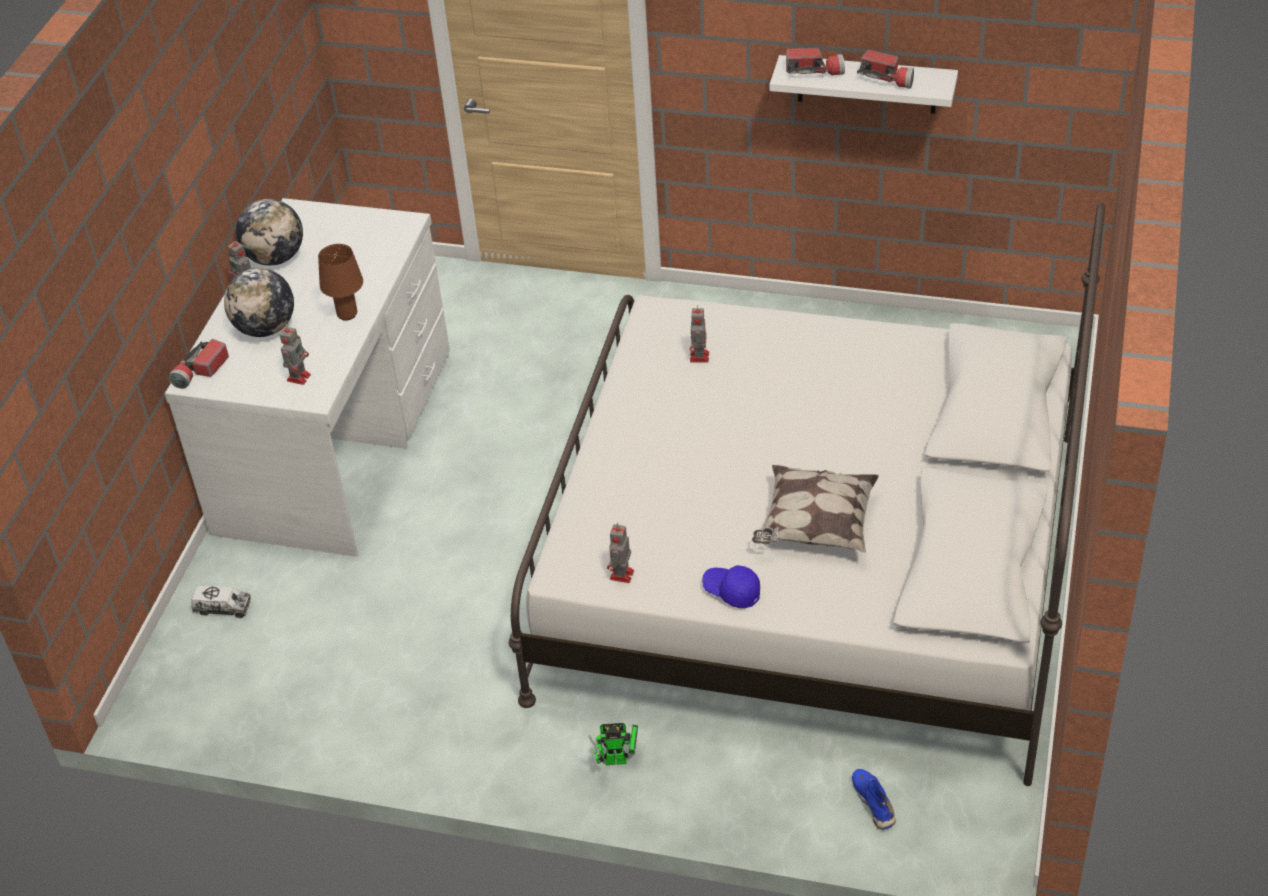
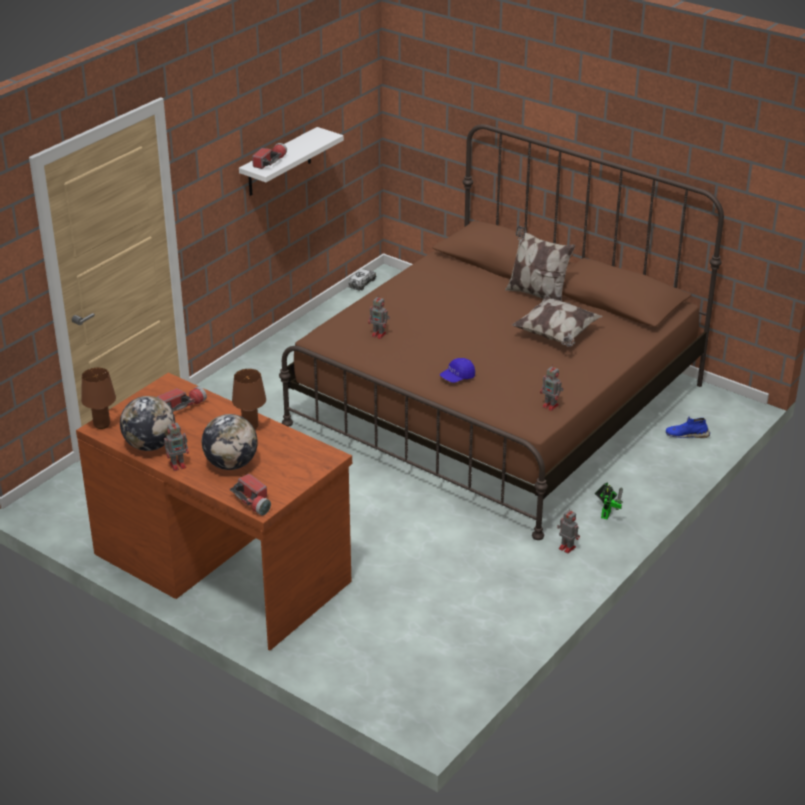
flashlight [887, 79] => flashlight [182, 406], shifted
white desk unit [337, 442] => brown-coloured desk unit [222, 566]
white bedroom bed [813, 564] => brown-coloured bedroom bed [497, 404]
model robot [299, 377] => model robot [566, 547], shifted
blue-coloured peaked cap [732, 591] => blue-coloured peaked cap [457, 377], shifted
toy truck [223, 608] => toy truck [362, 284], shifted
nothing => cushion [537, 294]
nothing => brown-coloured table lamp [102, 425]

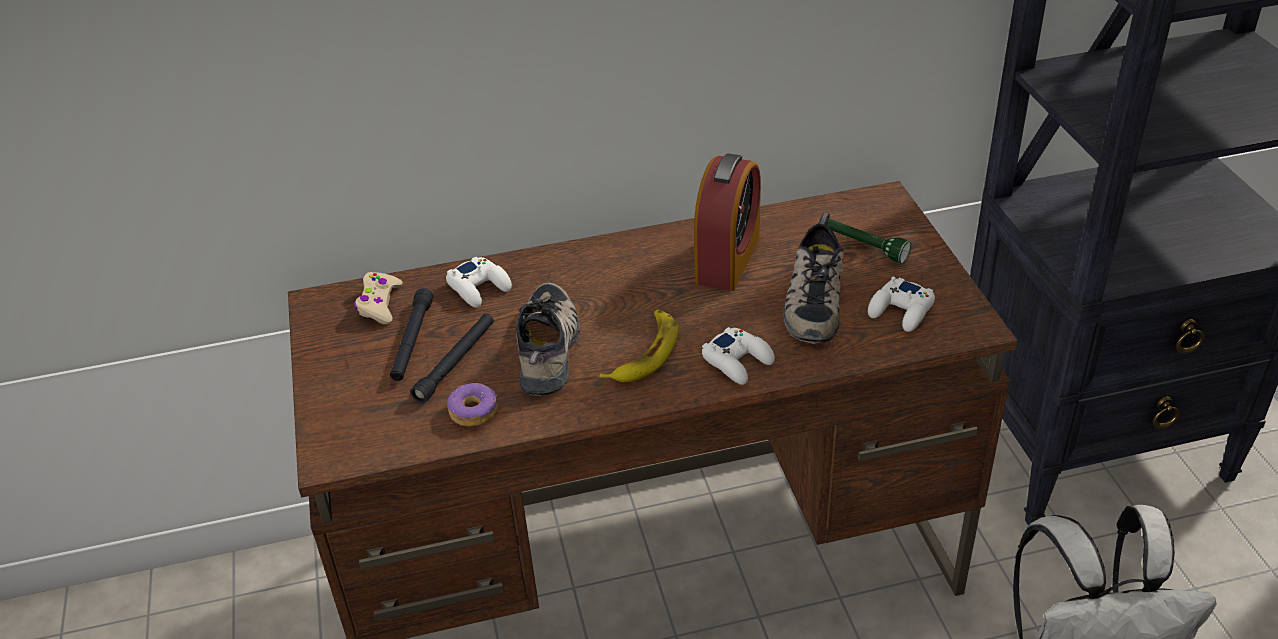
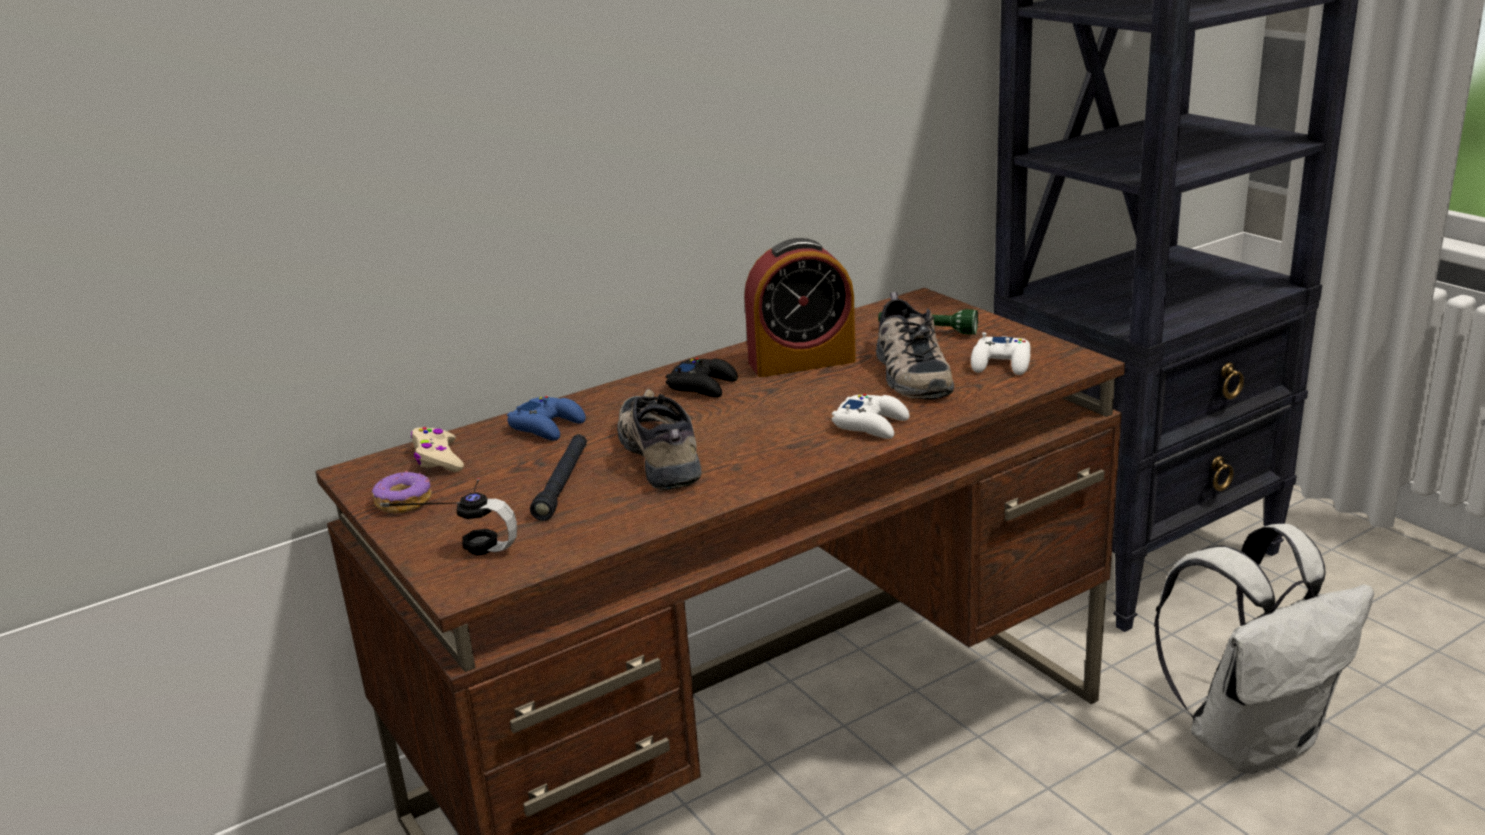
alarm clock [727, 259] => alarm clock [801, 361], 75 degrees clockwise
white game controller [479, 287] => blue-coloured game controller [548, 426]
black-coloured flashlight [412, 341] => nothing
banana [645, 352] => nothing
ring doughnut [473, 411] => ring doughnut [403, 502], shifted
nothing => black-coloured game controller [703, 386]
nothing => pair of headphones [464, 542]

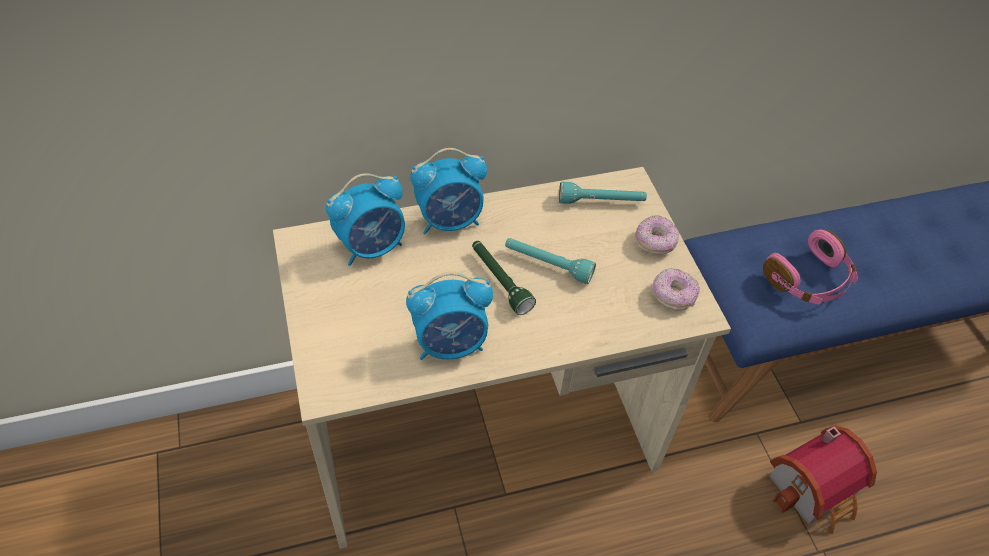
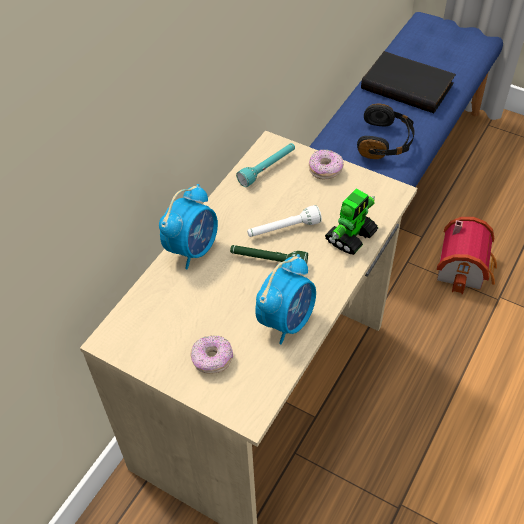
alarm clock [372, 247] => nothing
pink pair of headphones [809, 280] => black-coloured pair of headphones [385, 142]
turquoise flashlight [547, 265] => white flashlight [283, 229]
ring doughnut [673, 296] => ring doughnut [212, 359], shifted
nothing => black-coloured bound book [408, 85]
nothing => model robot [351, 236]

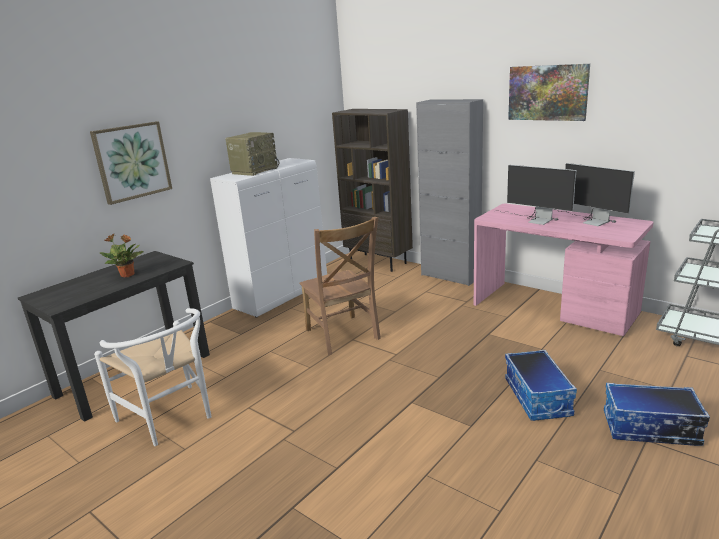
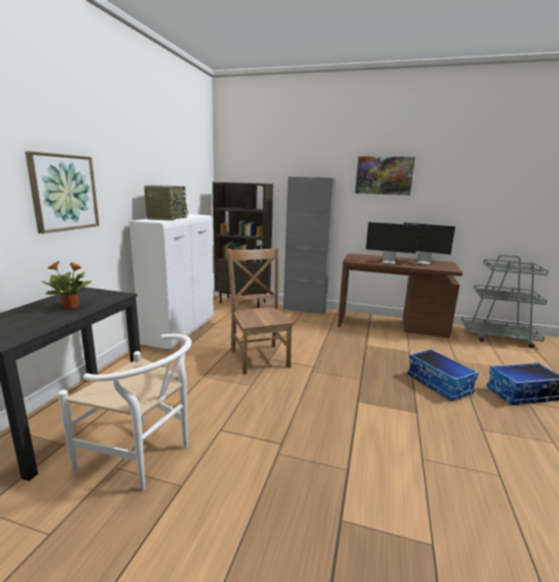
pink desk unit [554, 308] => brown-coloured desk unit [391, 325]
brown-coloured upright chair [343, 336] => brown-coloured upright chair [259, 357], 150 degrees counterclockwise

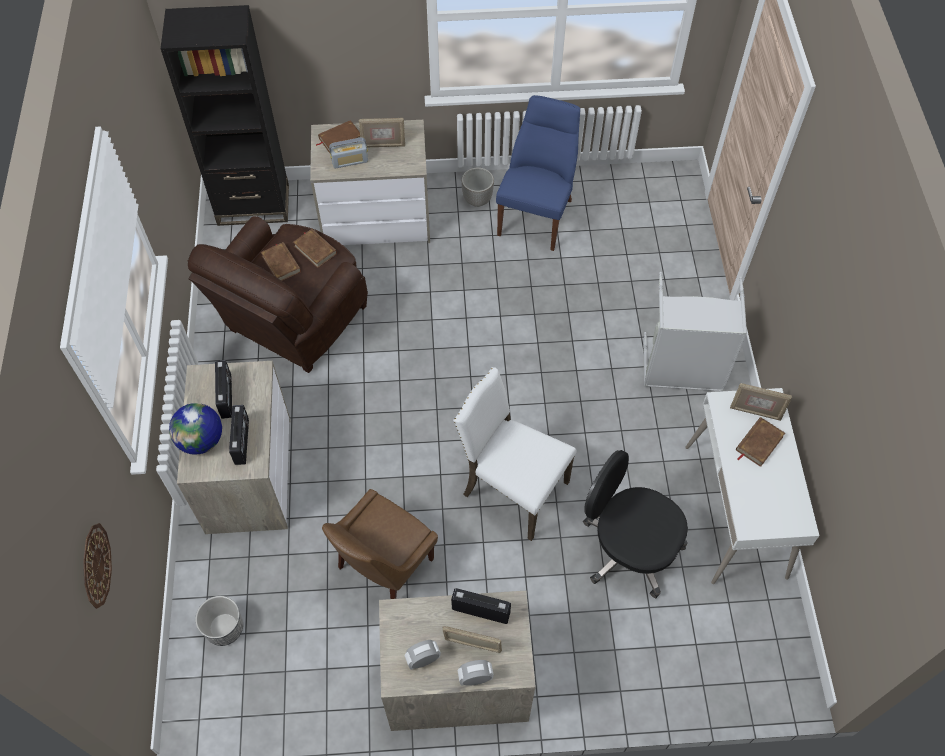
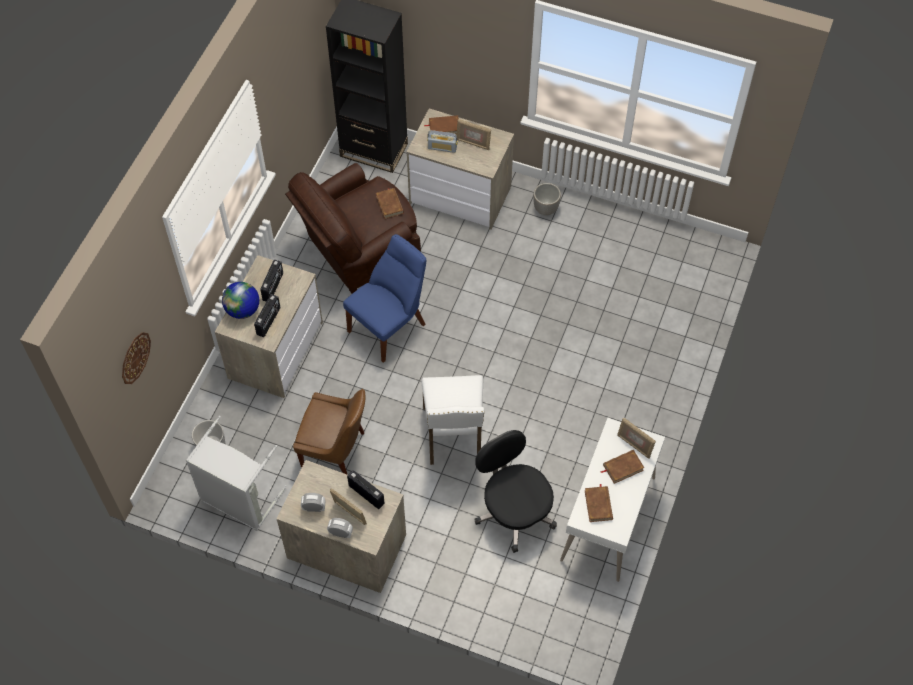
blue-coloured upright chair [537, 214] => blue-coloured upright chair [390, 326], shifted
brown-coloured bound book [281, 263] => brown-coloured bound book [598, 505], shifted
gray hamper [682, 371] => gray hamper [239, 501], shifted
white upright chair [512, 489] => white upright chair [454, 436], 150 degrees counterclockwise
brown-coloured upright chair [383, 566] => brown-coloured upright chair [336, 450], 135 degrees counterclockwise

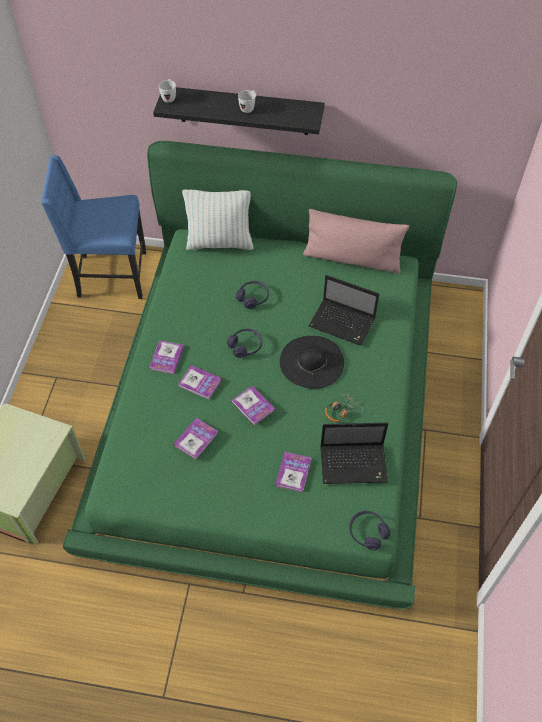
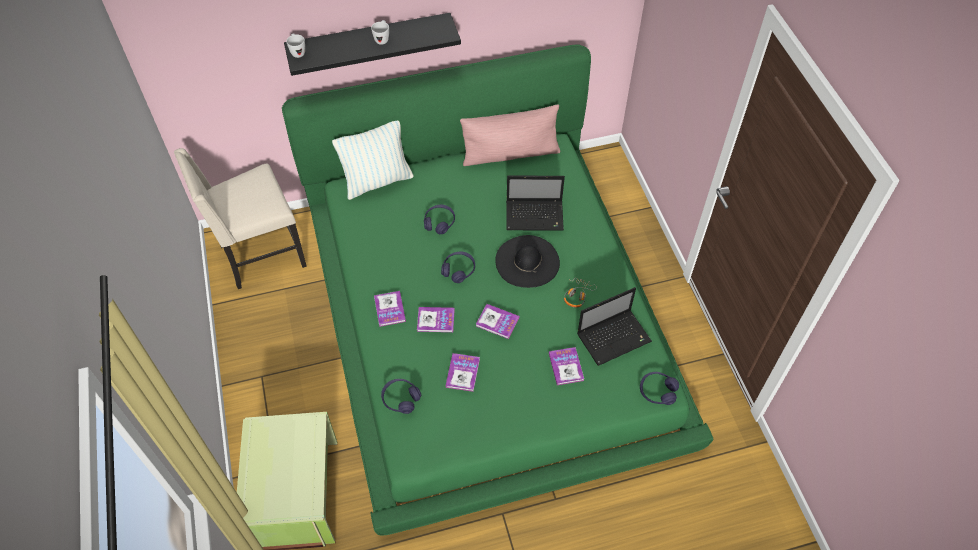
blue-coloured upright chair [110, 276] => beige-coloured upright chair [260, 255]
nothing => purple-coloured pair of headphones [401, 399]

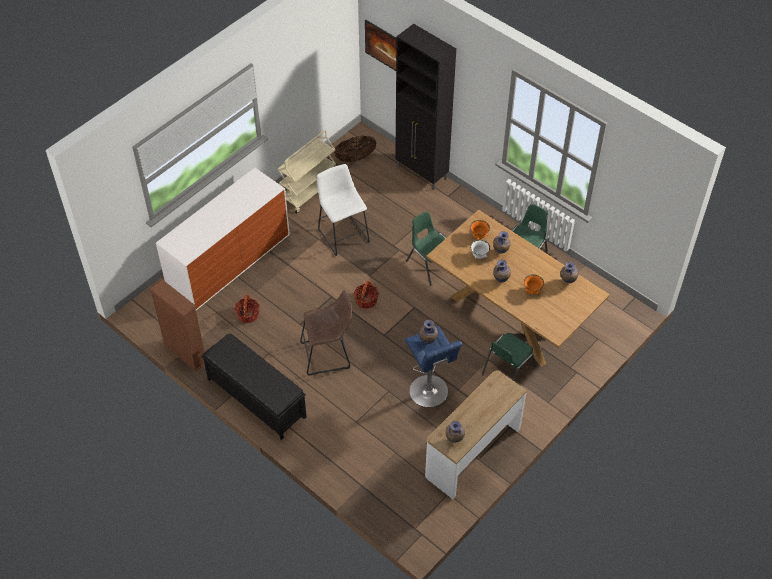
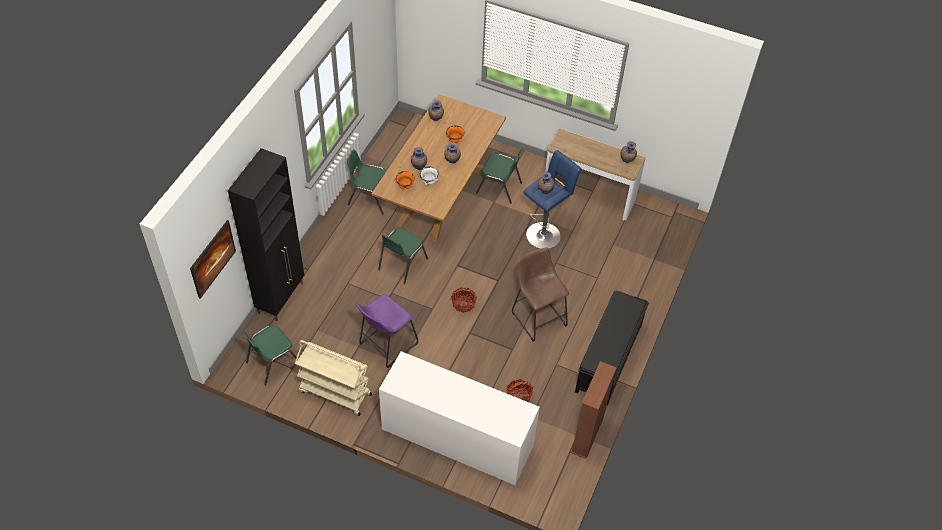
household basket [355, 158] => green upright chair [272, 362]
white stool seat [342, 233] => purple-coloured stool seat [386, 345]

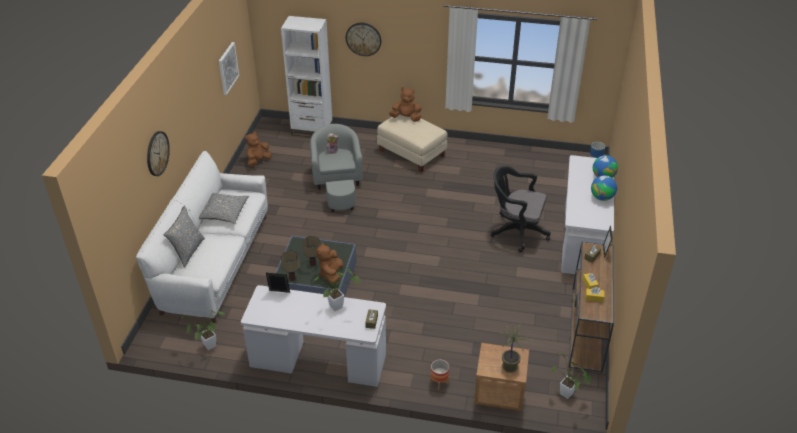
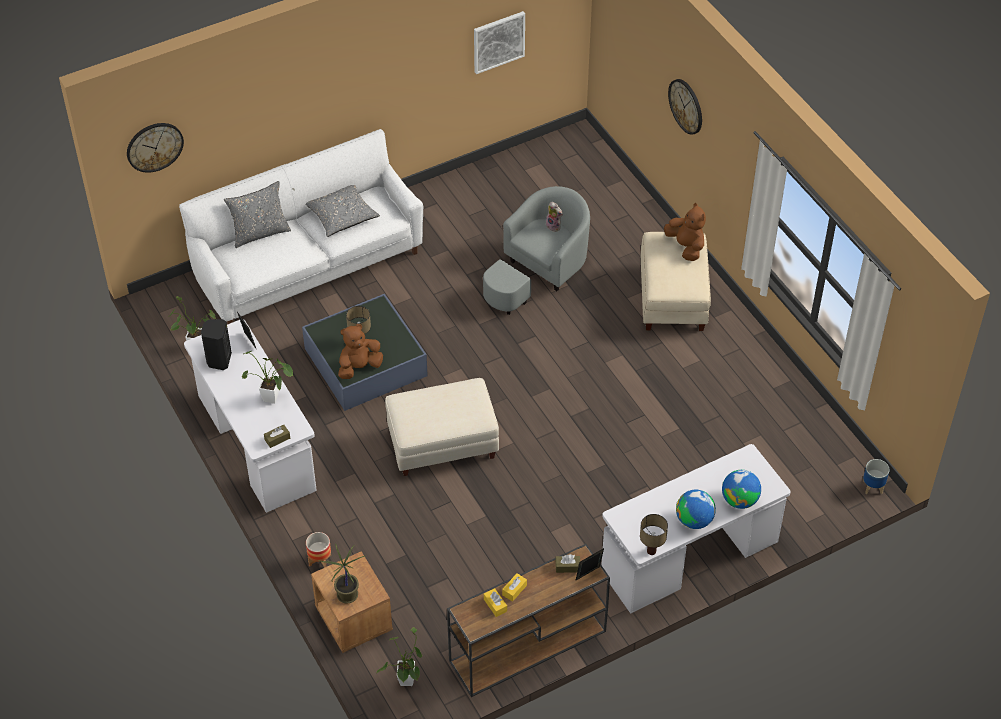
white shelving unit [312, 130] => nothing
wall clock [157, 153] => wall clock [154, 146], shifted
brown-coloured plush toy [258, 161] => nothing
black-coloured office chair [516, 232] => nothing
table lamp [292, 278] => table lamp [652, 551], shifted
nothing => black-coloured loudspeaker [218, 360]
nothing => beige-coloured pouffe [443, 445]

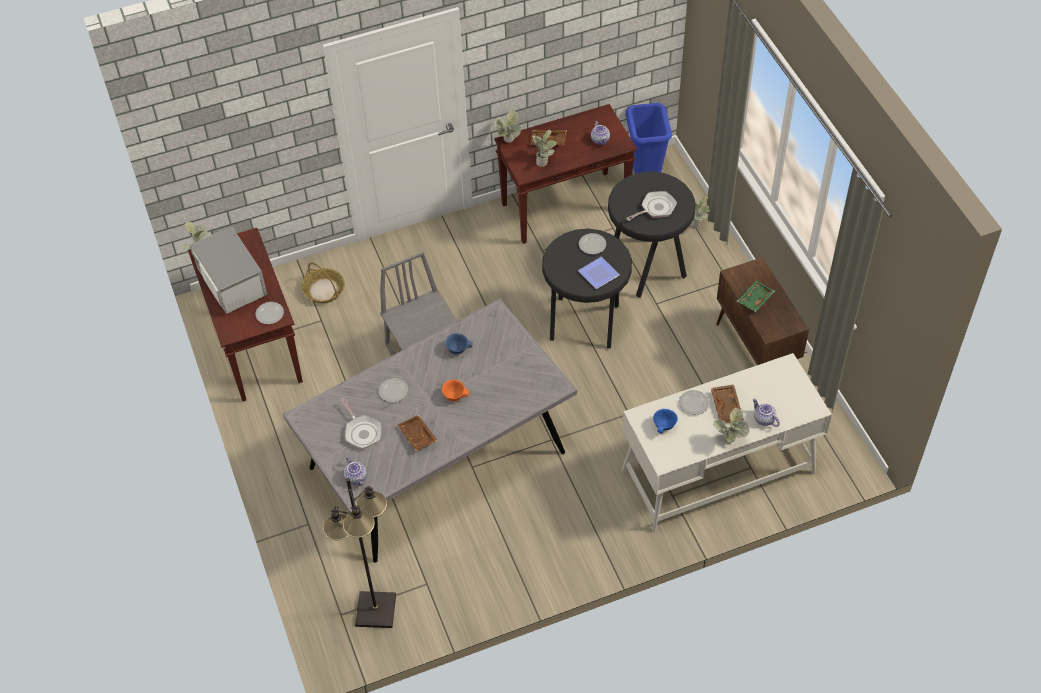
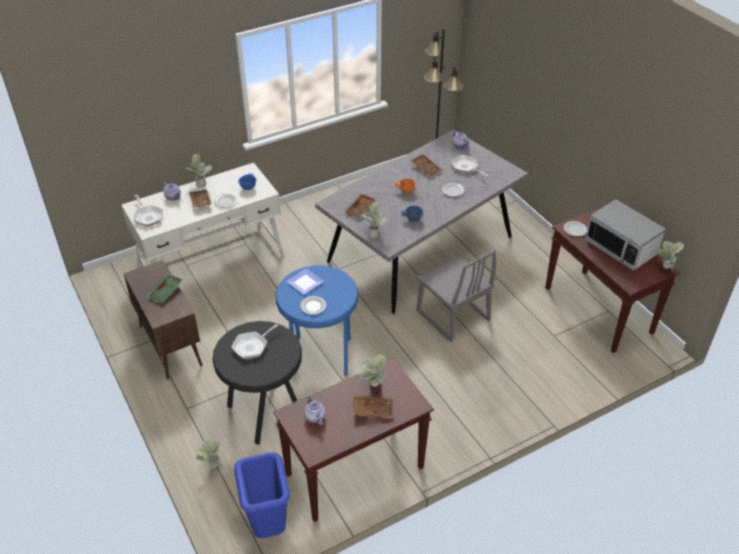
houseplant [508, 143] => houseplant [374, 233], shifted
black-coloured stool seat [586, 324] => blue-coloured stool seat [320, 355]
household basket [323, 290] => nothing
nothing => brown-coloured tray [360, 210]
nothing => frying pan [148, 217]

